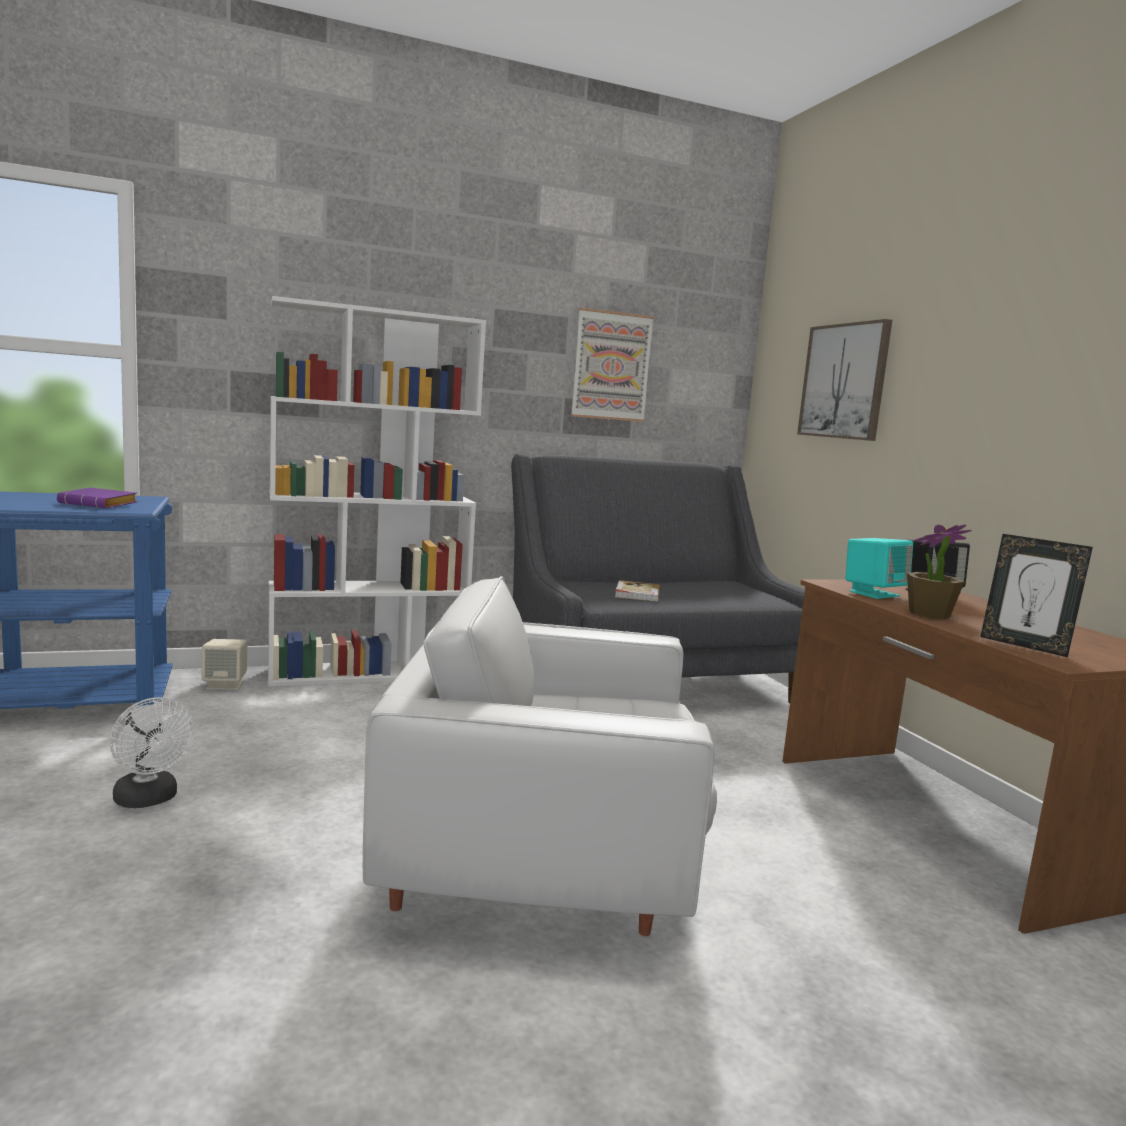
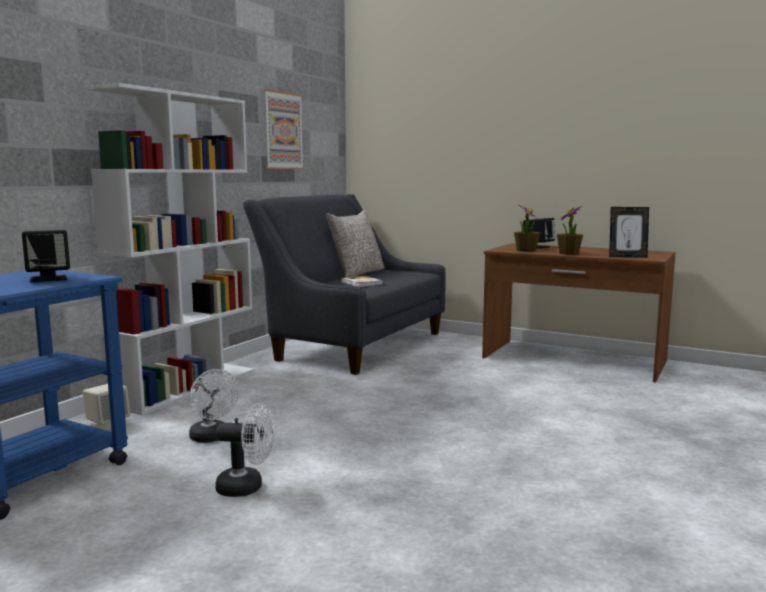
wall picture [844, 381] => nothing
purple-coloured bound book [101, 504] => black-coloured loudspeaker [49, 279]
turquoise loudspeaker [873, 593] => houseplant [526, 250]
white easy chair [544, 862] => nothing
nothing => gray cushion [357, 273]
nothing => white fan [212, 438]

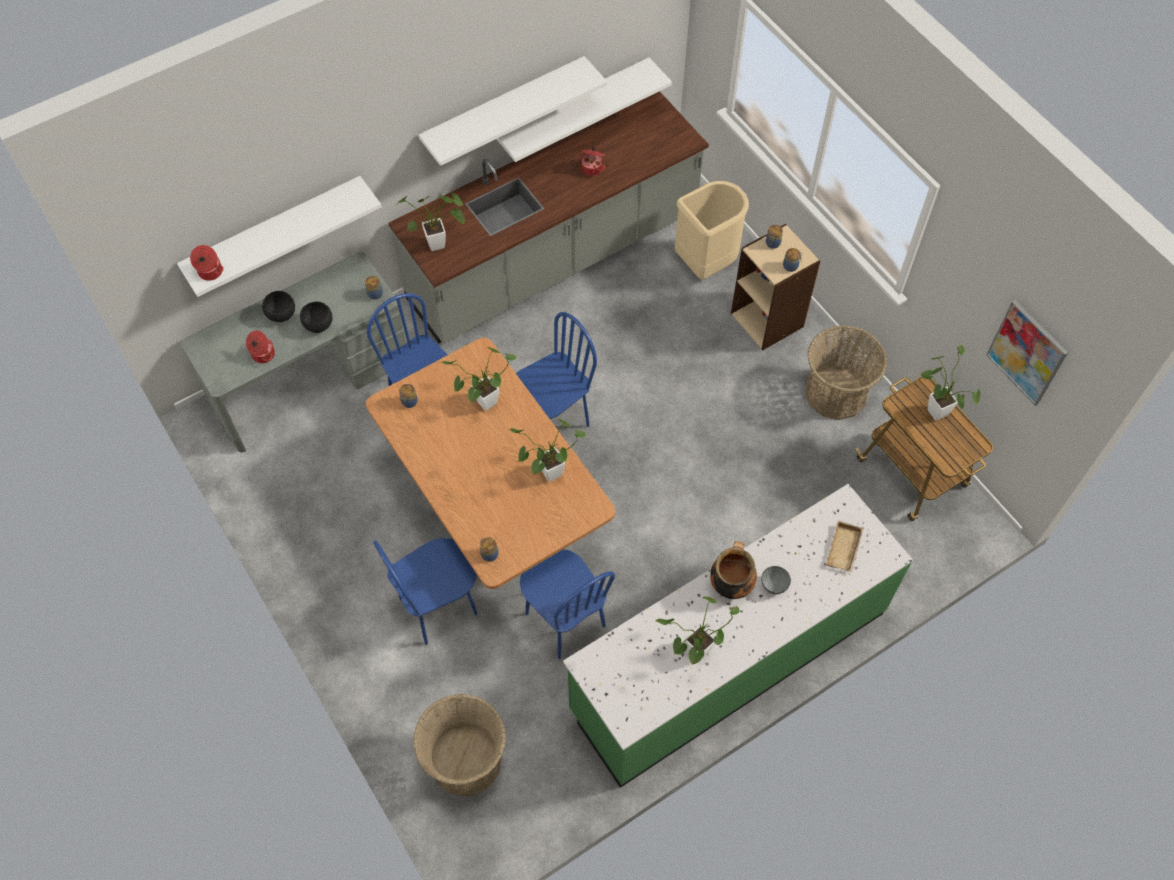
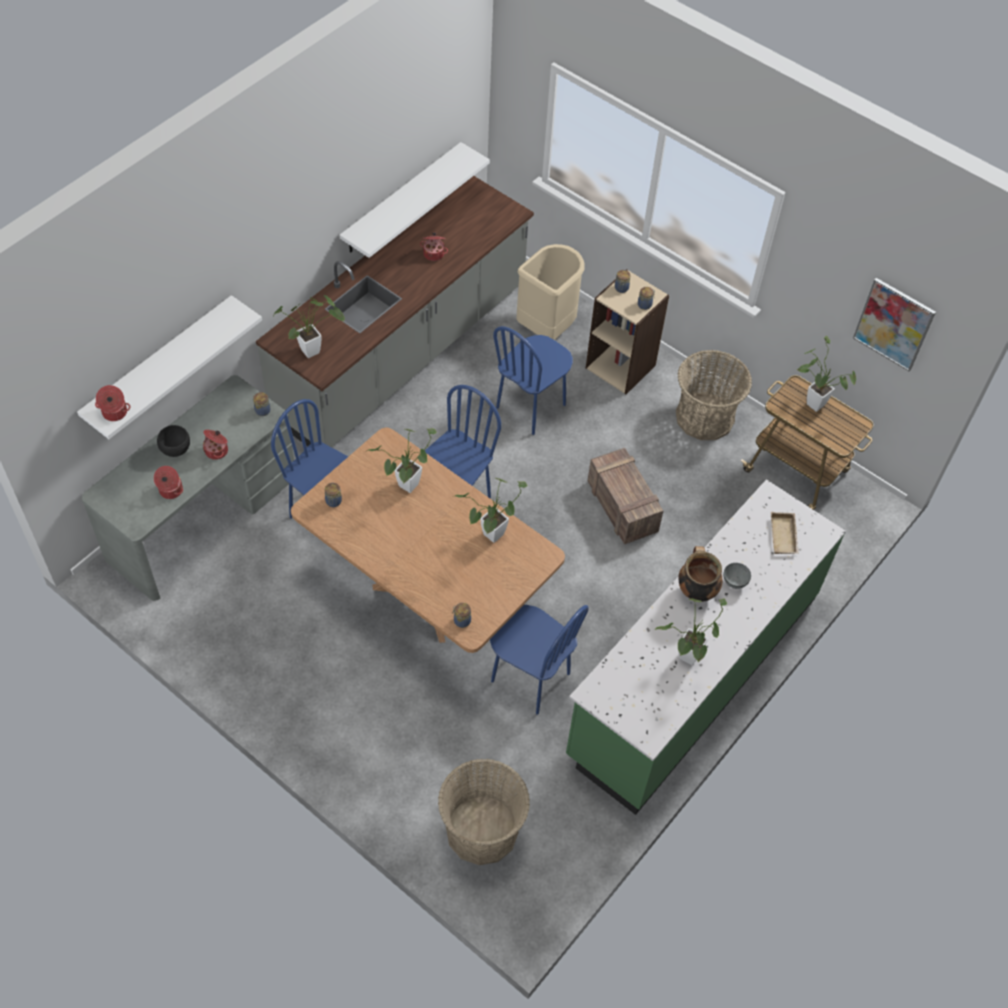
white bracket shelf [503, 106] => nothing
black-coloured bowl [319, 325] => cooking pot [217, 451]
blue-coloured upright chair [438, 607] => blue-coloured upright chair [531, 406], shifted
nothing => crate [623, 508]

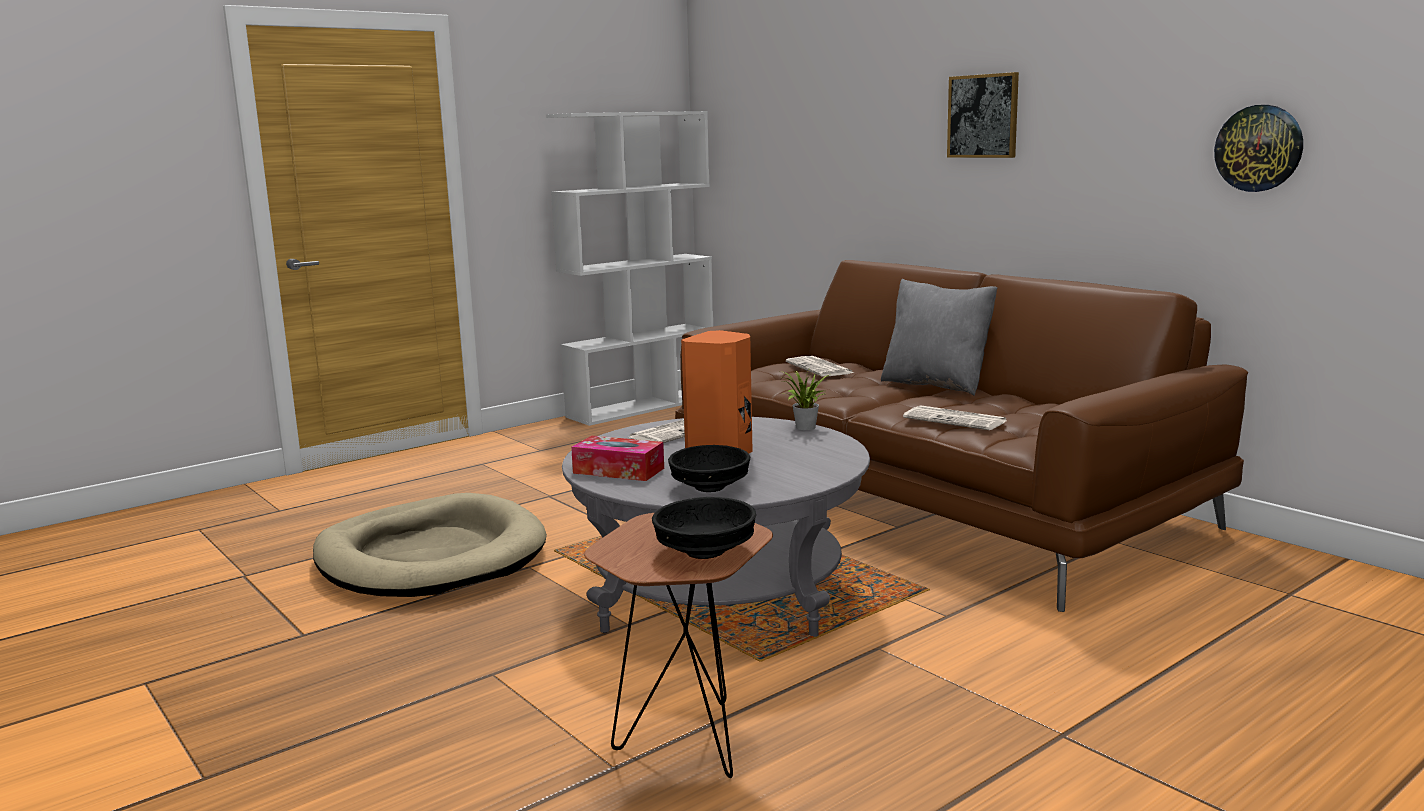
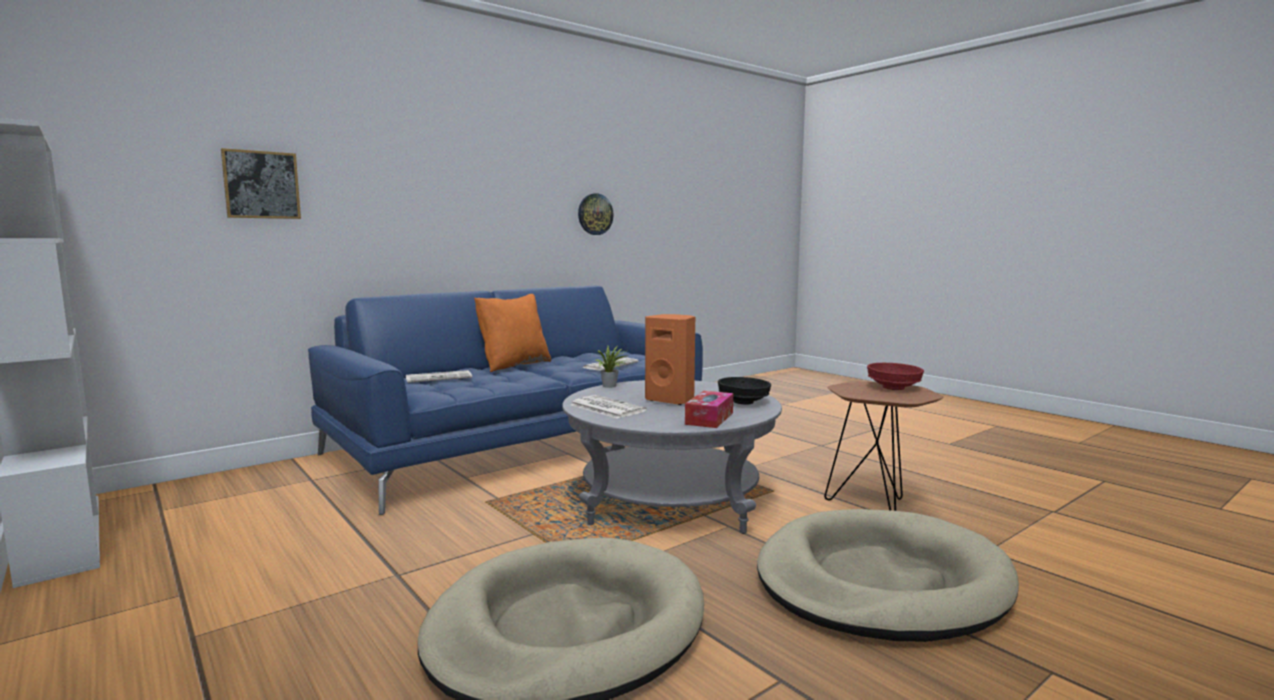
wall picture [983, 116] => wall picture [261, 185], shifted
brown-coloured sofa [929, 500] => blue-coloured sofa [522, 444]
gray cushion [936, 385] => orange cushion [513, 365]
black-coloured bowl [705, 551] => red bowl [893, 388]
nothing => beige-coloured dog bed [880, 582]

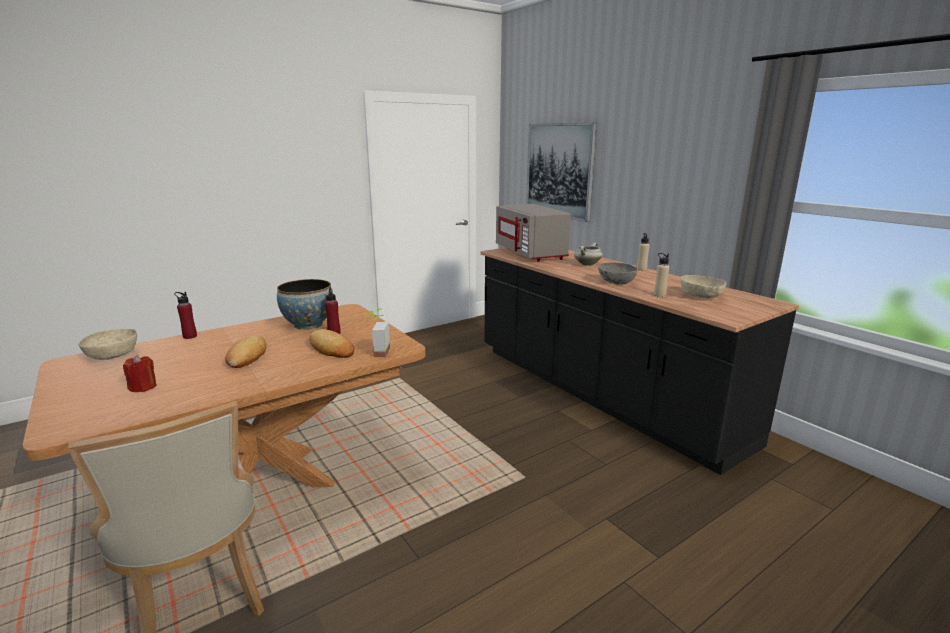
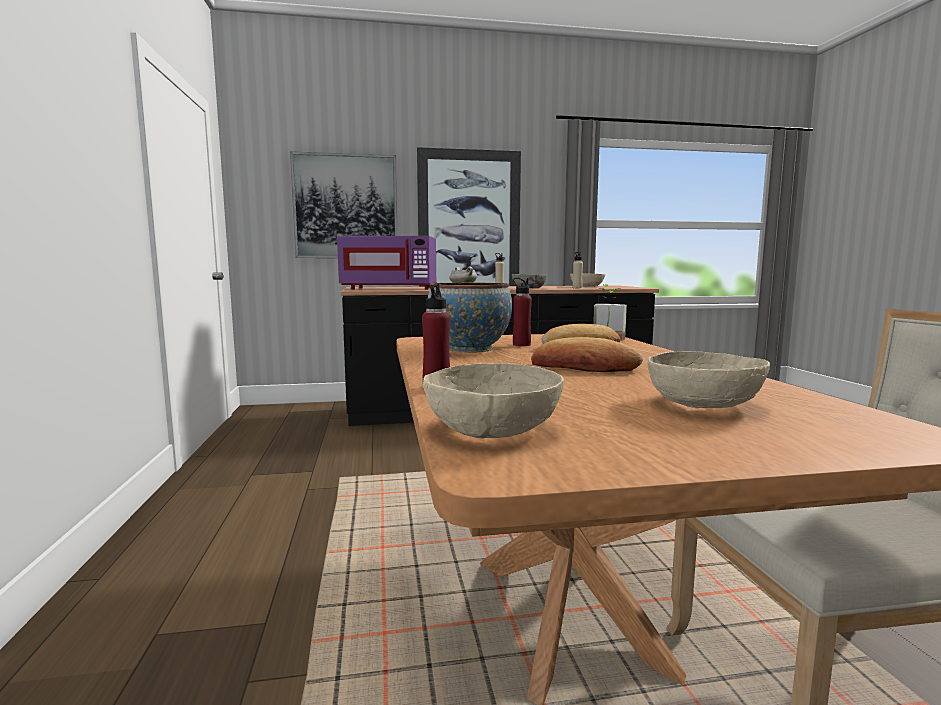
gray microwave oven [531, 253] => purple-coloured microwave oven [390, 288]
red candle [143, 387] => beige-coloured bowl [703, 403]
nothing => wall picture [469, 223]

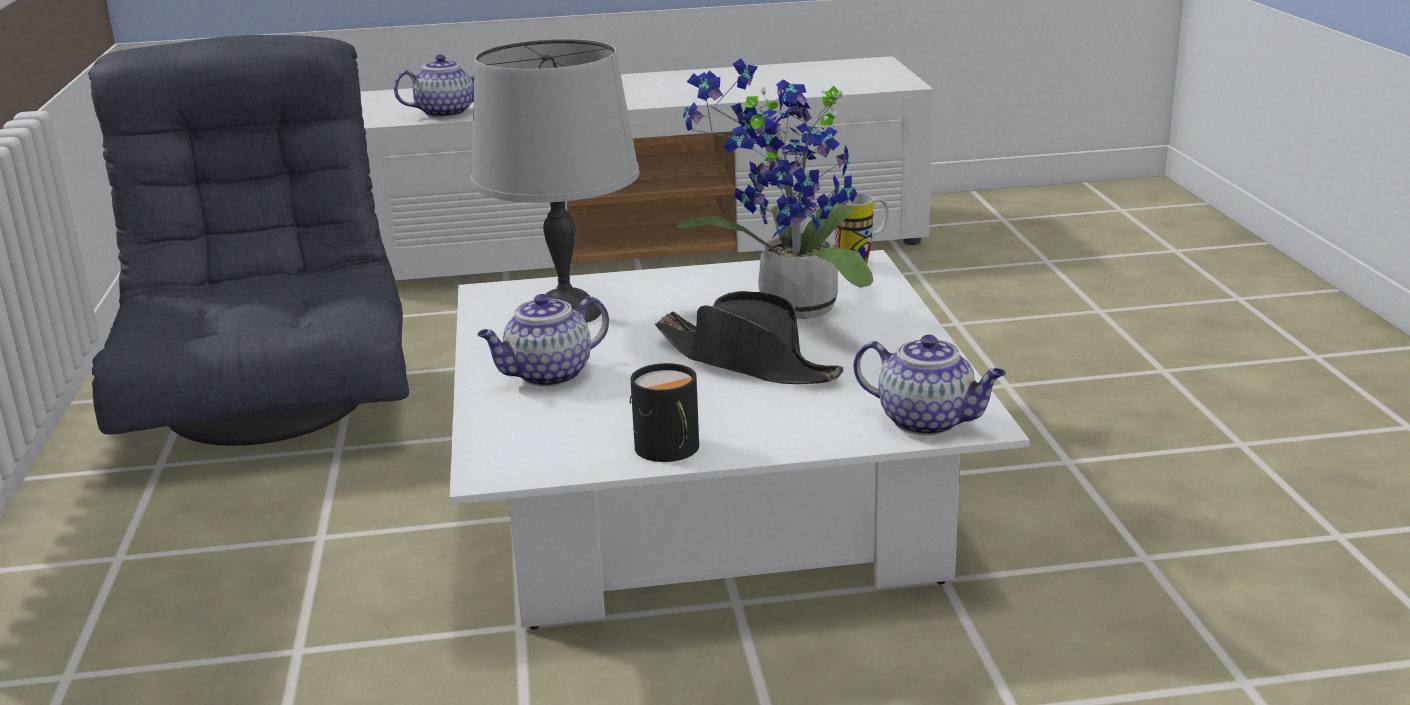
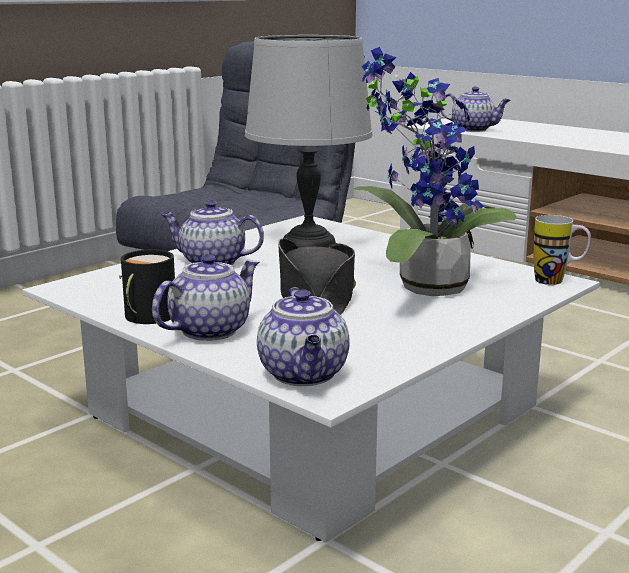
nothing => tea pot [209, 330]

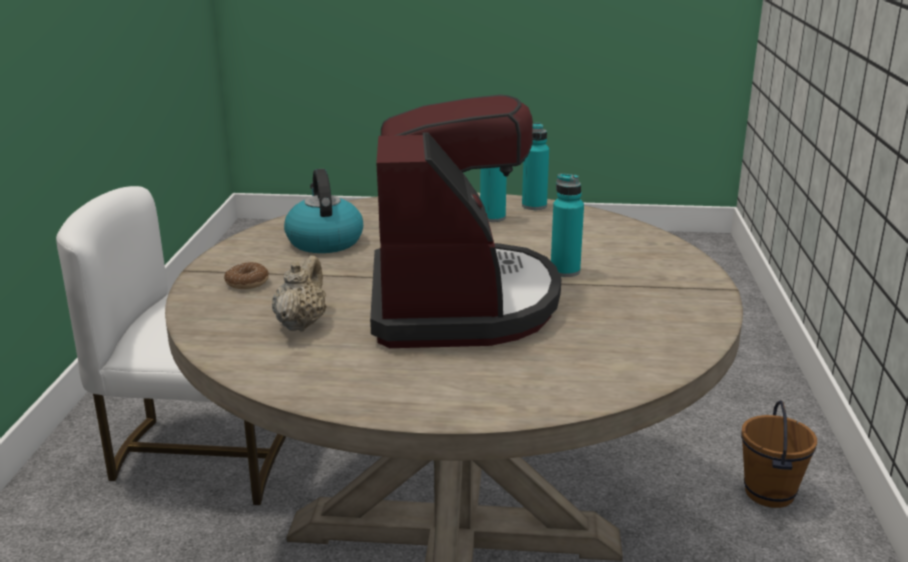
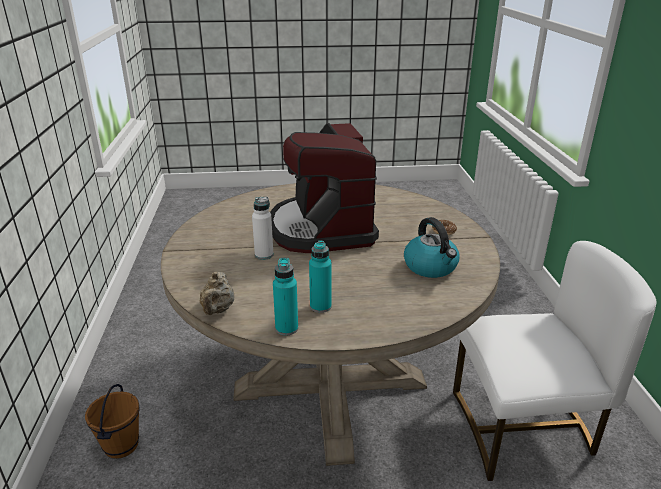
turquoise beverage bottle [565, 271] => white beverage bottle [264, 255]
beige-coloured tea pot [301, 324] => beige-coloured tea pot [218, 310], shifted

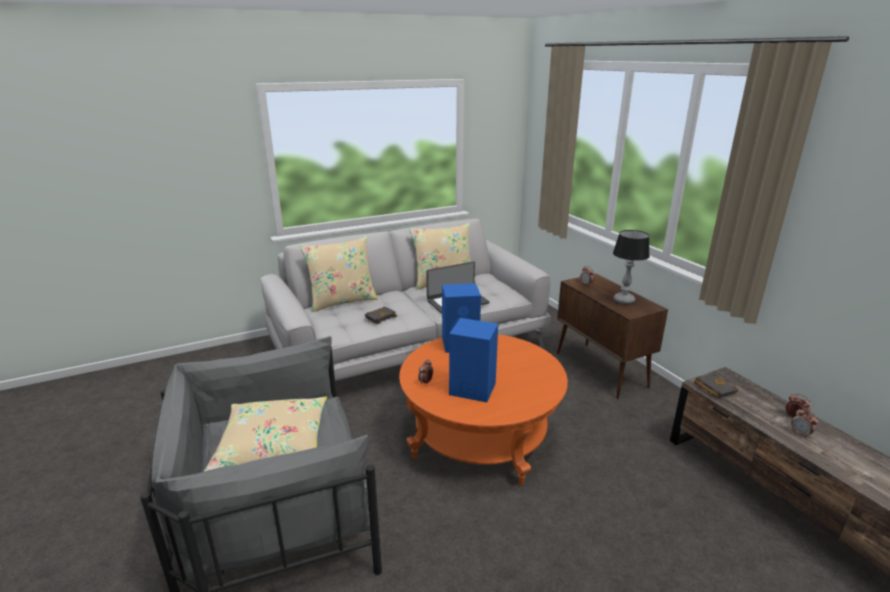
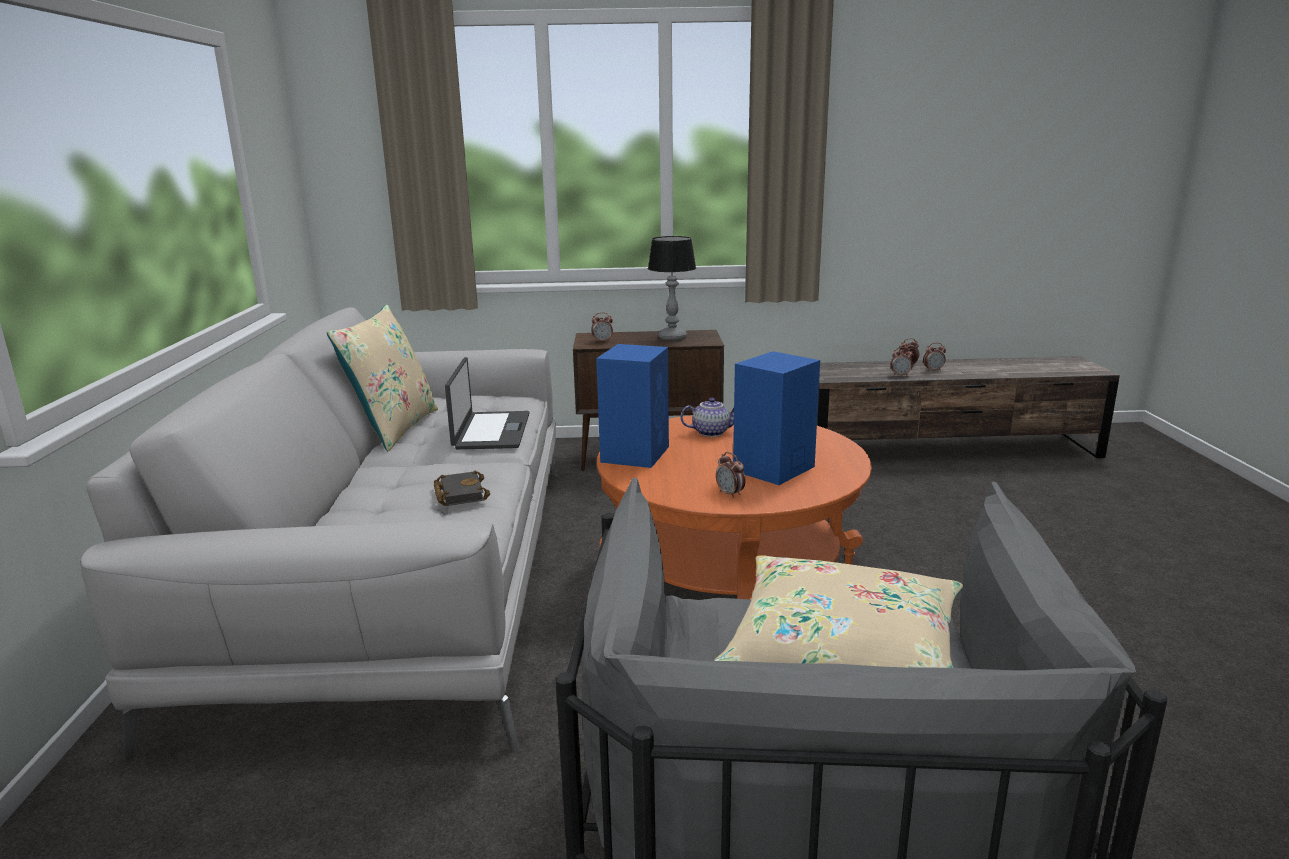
beige-coloured cushion [342, 301] => nothing
black-coloured bound book [713, 388] => nothing
nothing => alarm clock [900, 375]
nothing => tea pot [711, 432]

